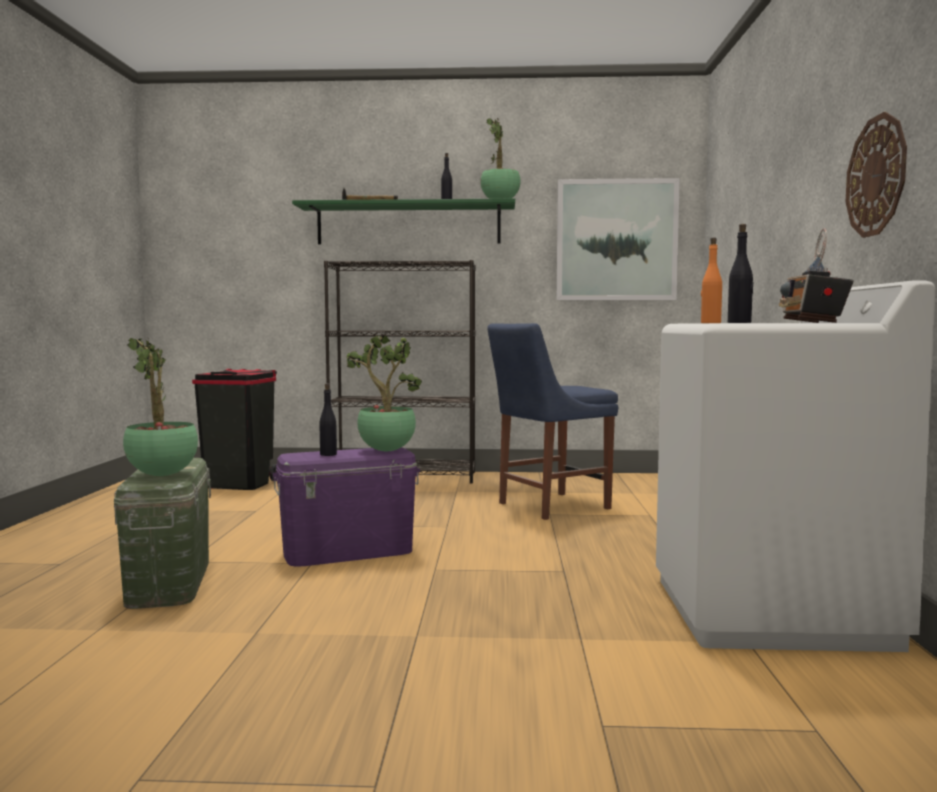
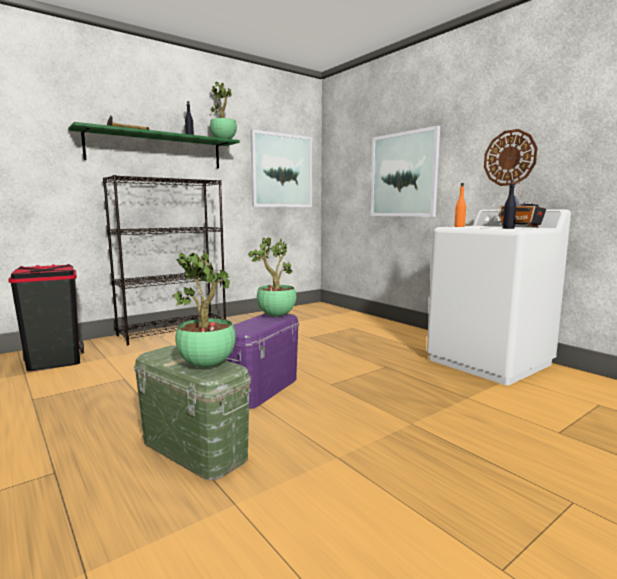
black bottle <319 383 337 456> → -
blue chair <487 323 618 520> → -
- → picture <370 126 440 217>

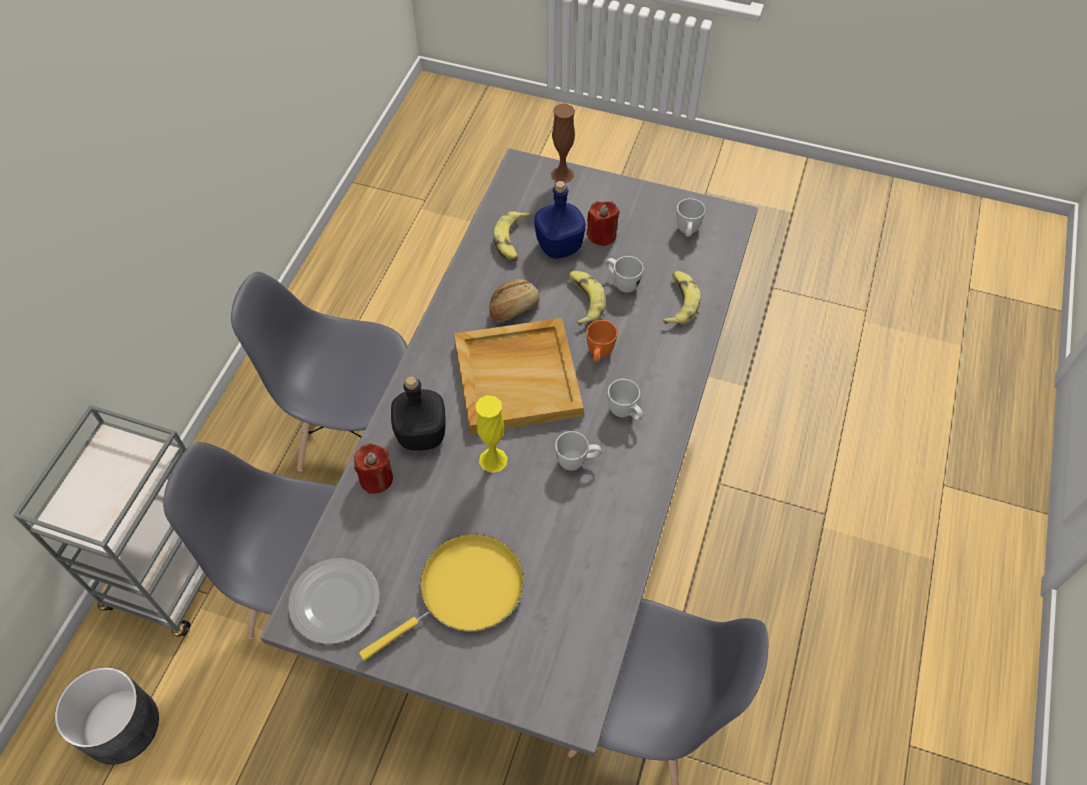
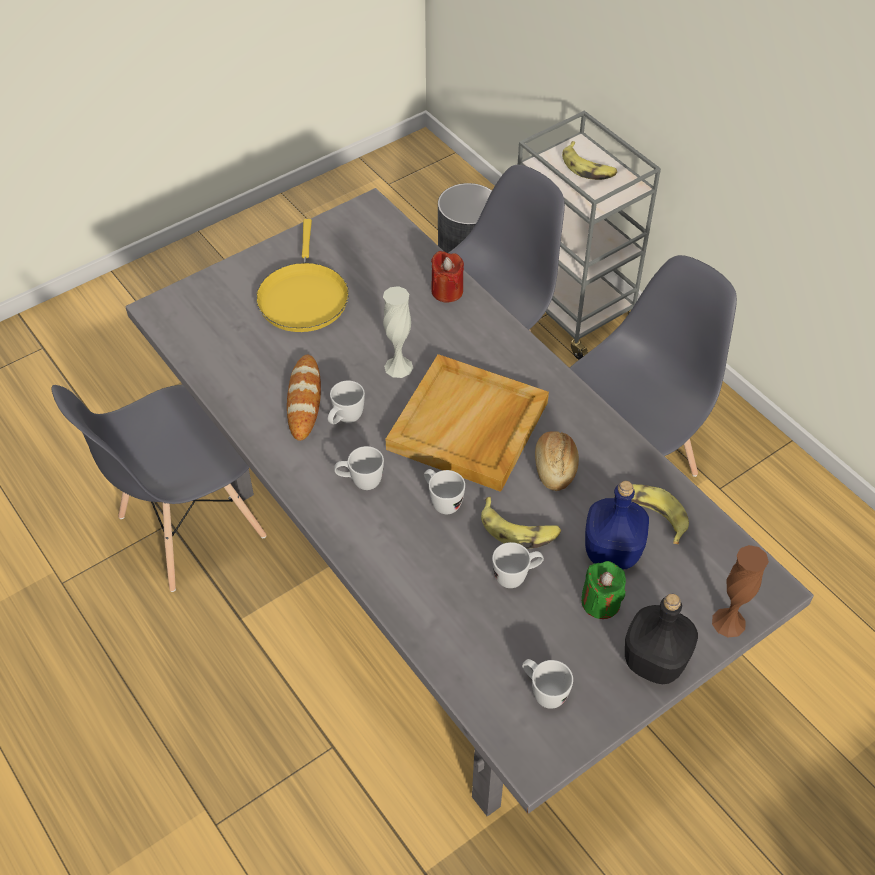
plate <288 558 380 644> → -
black bottle <391 376 446 451> → black bottle <625 594 698 684>, move
yellow vase <475 395 508 473> → white vase <383 286 413 378>
red candle <586 201 620 246> → green candle <581 561 626 619>
orange mug <586 320 617 362> → white mug <424 469 465 514>
banana <663 271 701 324> → banana <562 141 617 180>, move
- → bread <287 355 321 441>

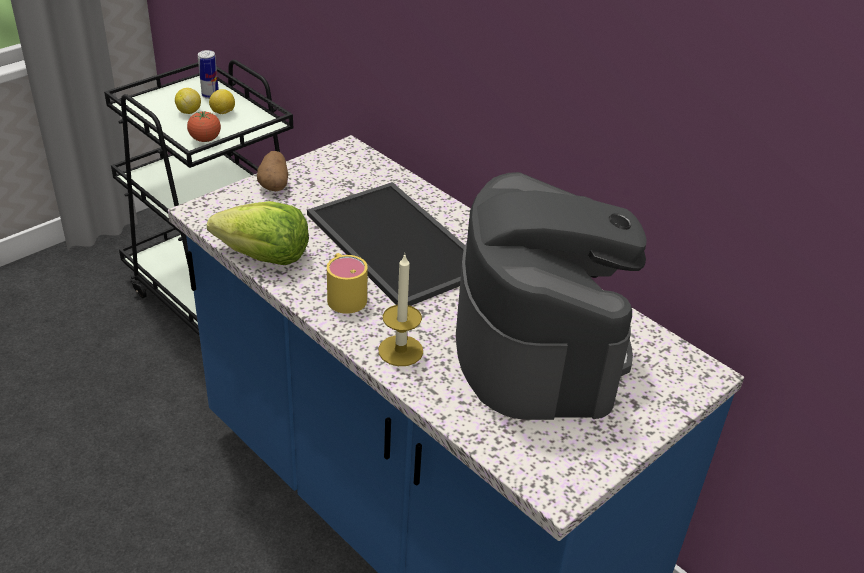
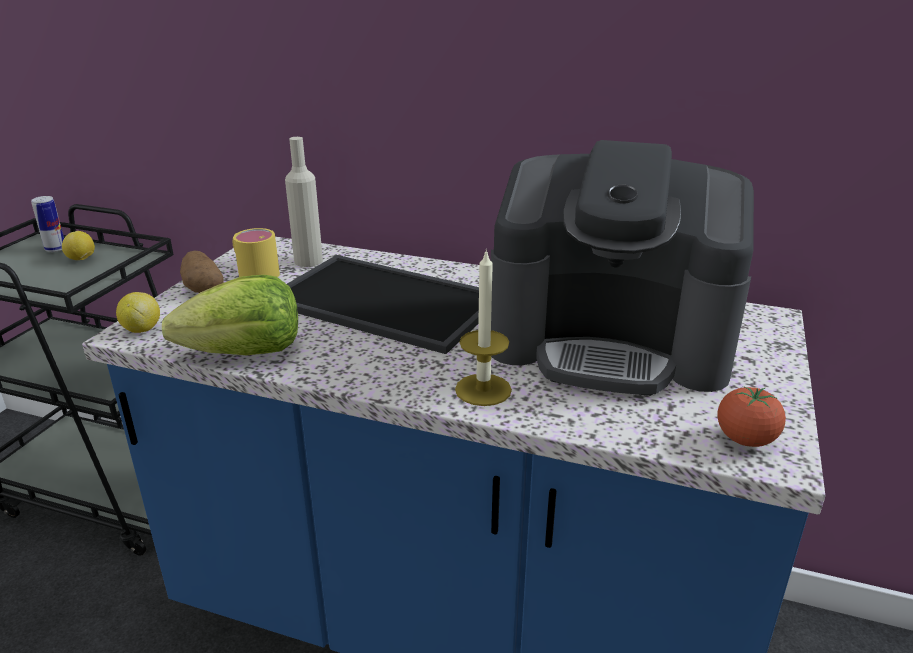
lemon <175 88 201 114> → lemon <116 292 160 333>, move
tomato <187 111 221 142> → tomato <717 386 786 447>, move
yellow mug <327 253 368 314> → yellow mug <232 228 280 277>, move
coffee machine <456 172 647 420> → coffee machine <491 140 754 396>, 135 degrees clockwise
- → beige bottle <285 137 323 267>

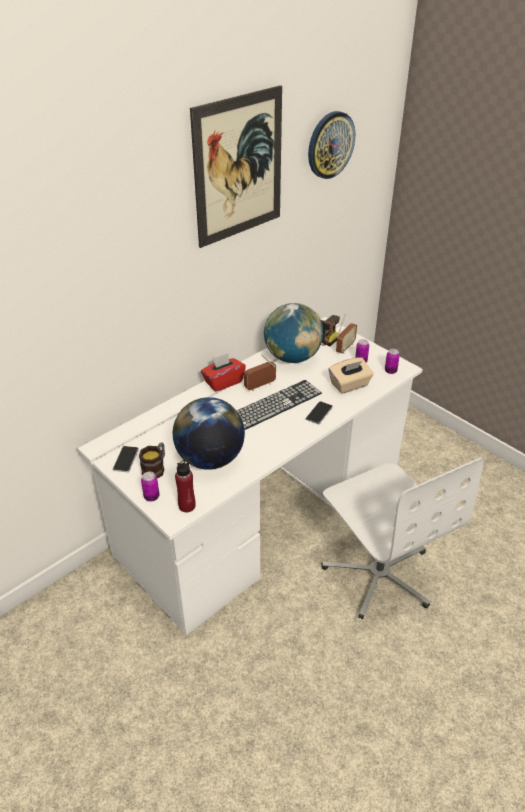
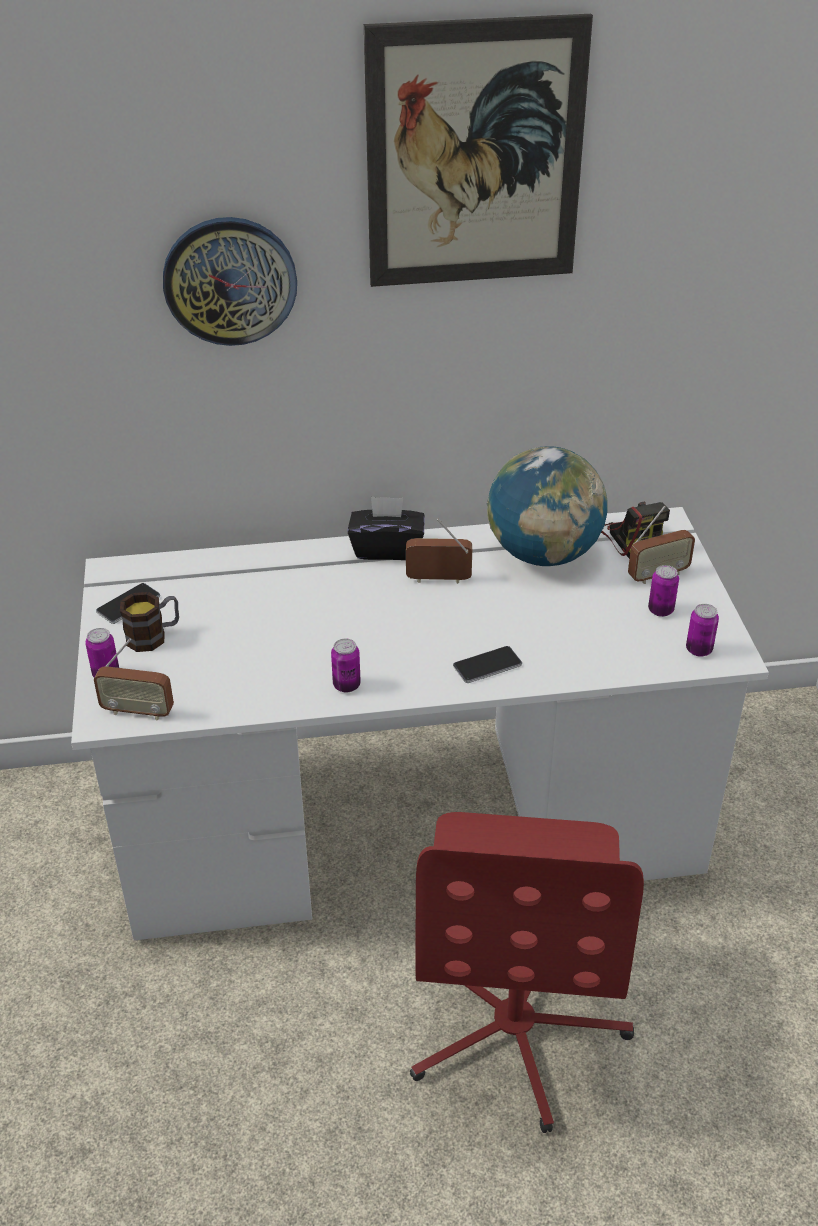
globe <173 397 245 470> → -
red bottle <175 457 196 512> → radio <94 638 174 720>
red tissue box <201 353 246 392> → black tissue box <348 496 425 560>
keyboard <237 380 322 430> → -
wall clock <308 111 355 179> → wall clock <163 217 297 346>, move
white office chair <322 457 484 619> → red office chair <410 812 644 1133>
beige tissue box <328 357 374 394> → -
- → can <331 639 361 693>

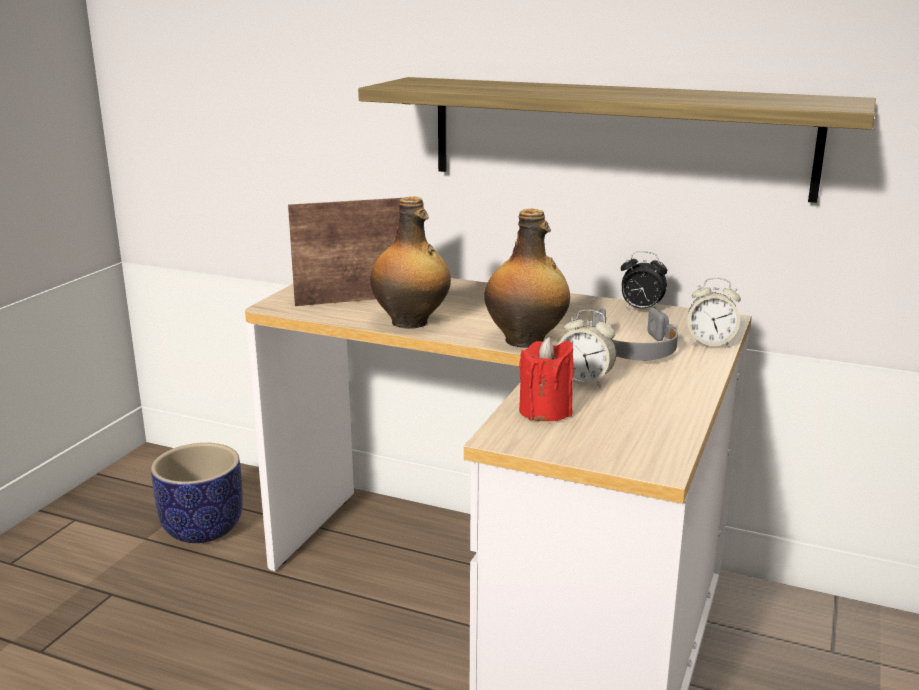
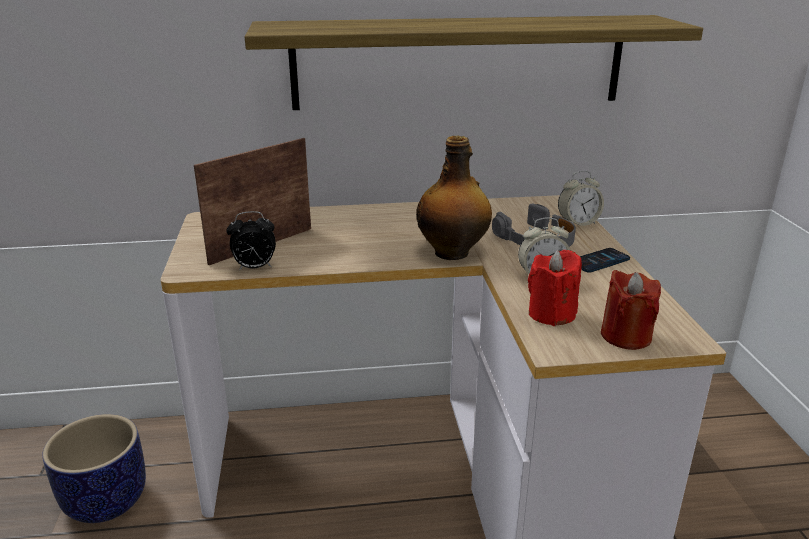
bottle <370 196 451 329> → -
alarm clock <621 251 667 309> → alarm clock <226 211 276 271>, move
- → phone <580 248 630 273>
- → red candle <601 270 661 350>

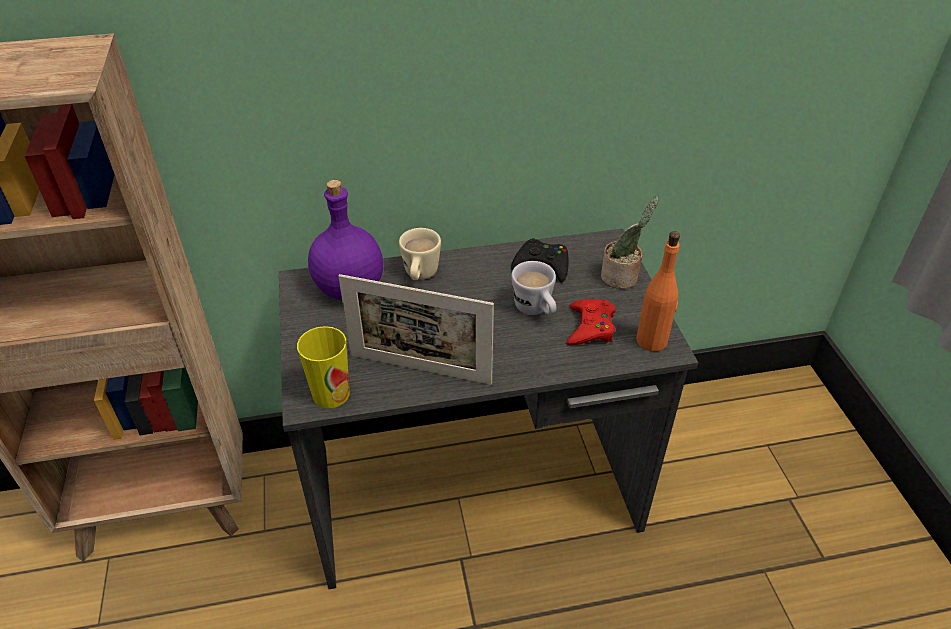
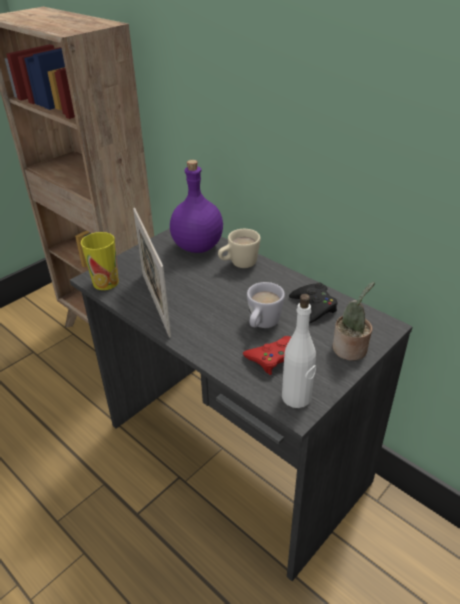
orange bottle <636 231 680 351> → white bottle <282 294 316 408>

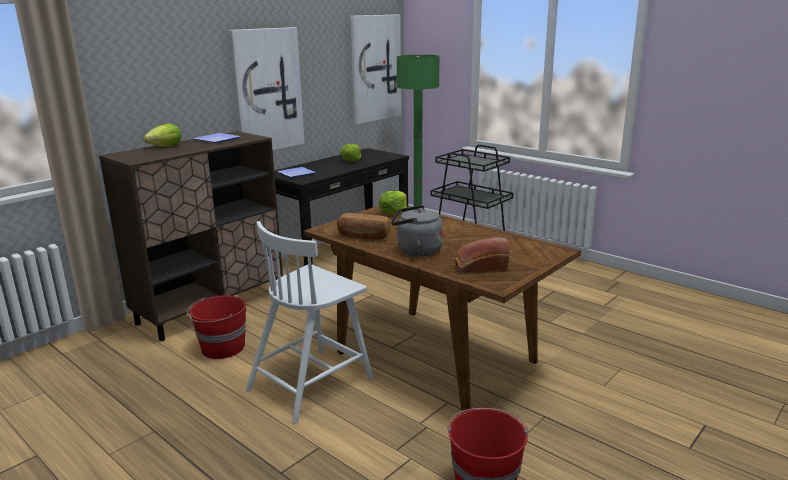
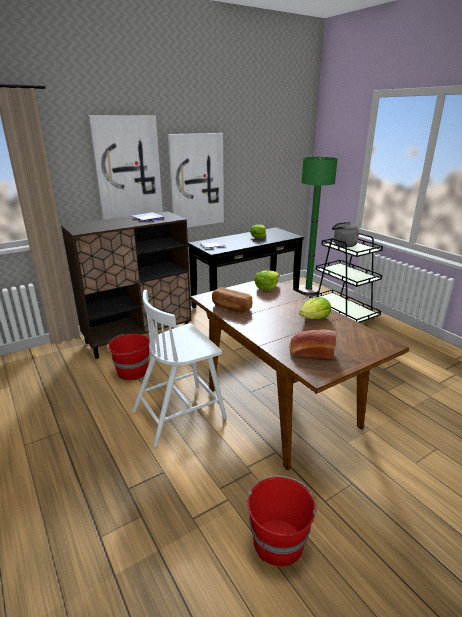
lettuce <143 124 181 146> → lettuce <299 297 331 319>, move
picture <350 14 401 124> → picture <89 115 163 220>, move
grey kettle <391 205 443 256> → grey kettle <332 222 359 247>, move

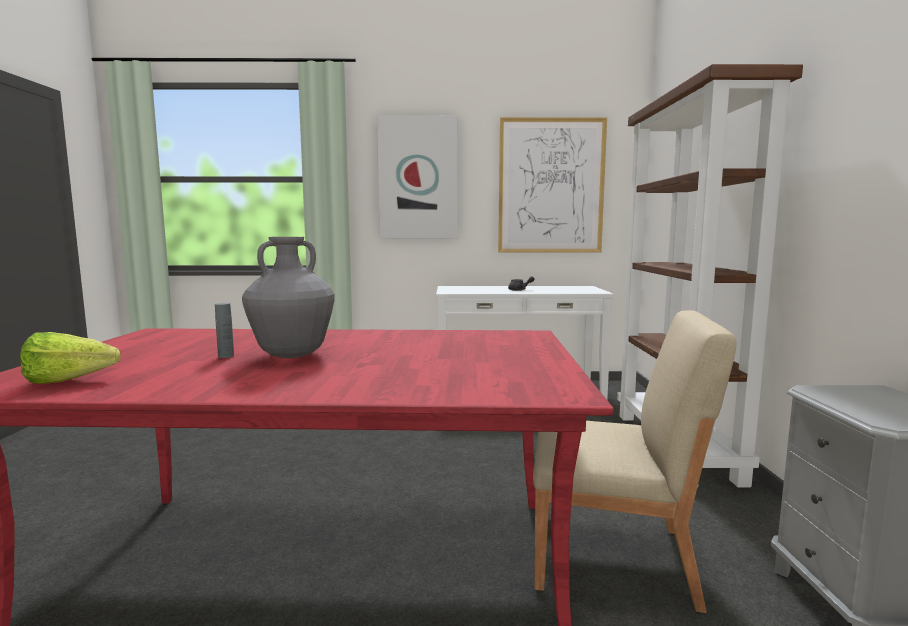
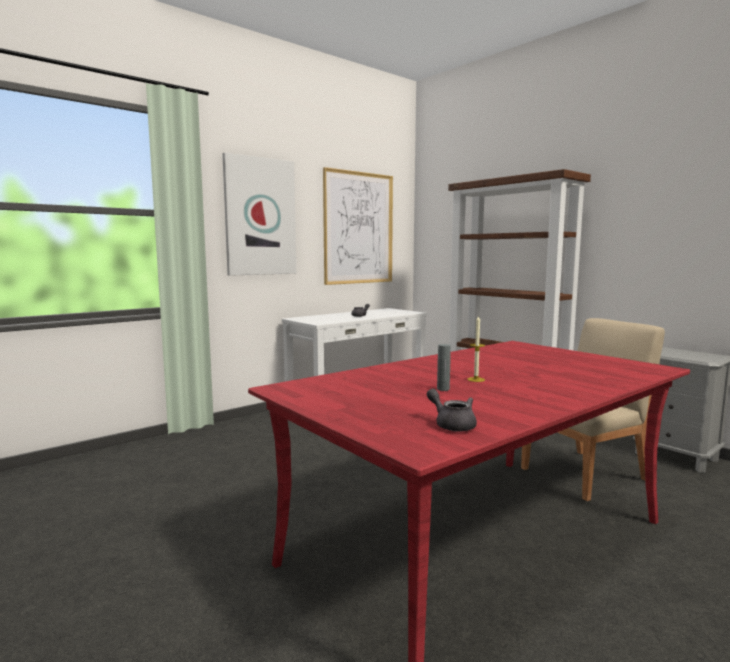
lettuce <20 332 121 384> → grey teapot <427 389 477 432>
grey vase <242 237 335 358> → candle <467 315 485 382>

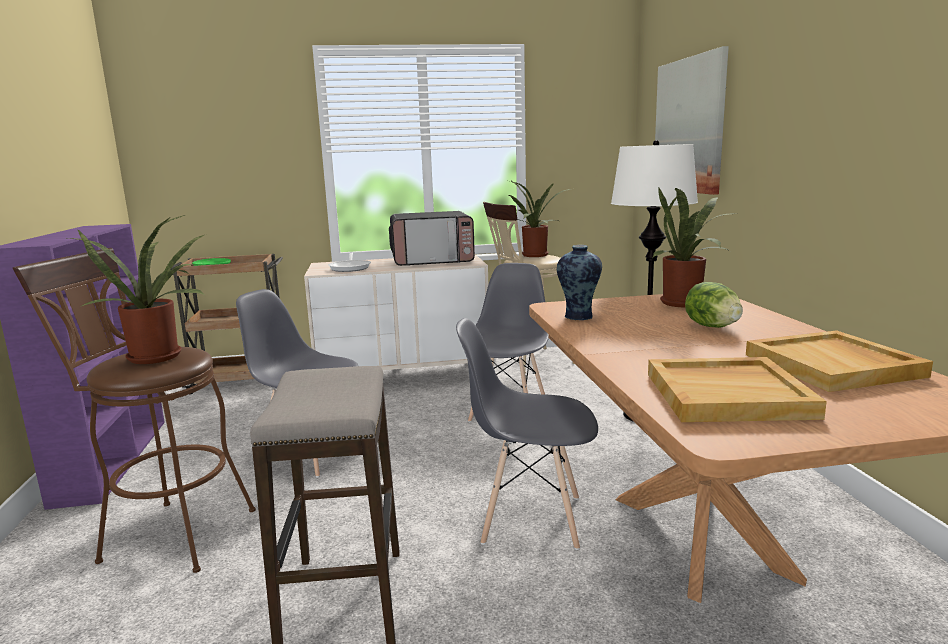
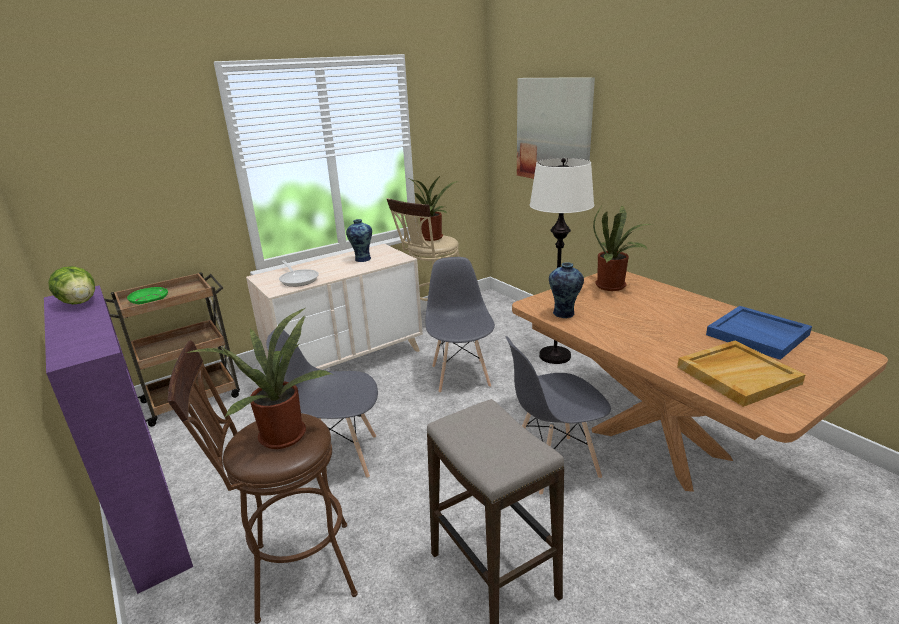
microwave <389 211 475 266> → vase <346 219 372 262>
lettuce <685 282 743 328> → lettuce <48 266 95 304>, move
beige tray <746 330 933 392> → blue tray <706 306 812 360>

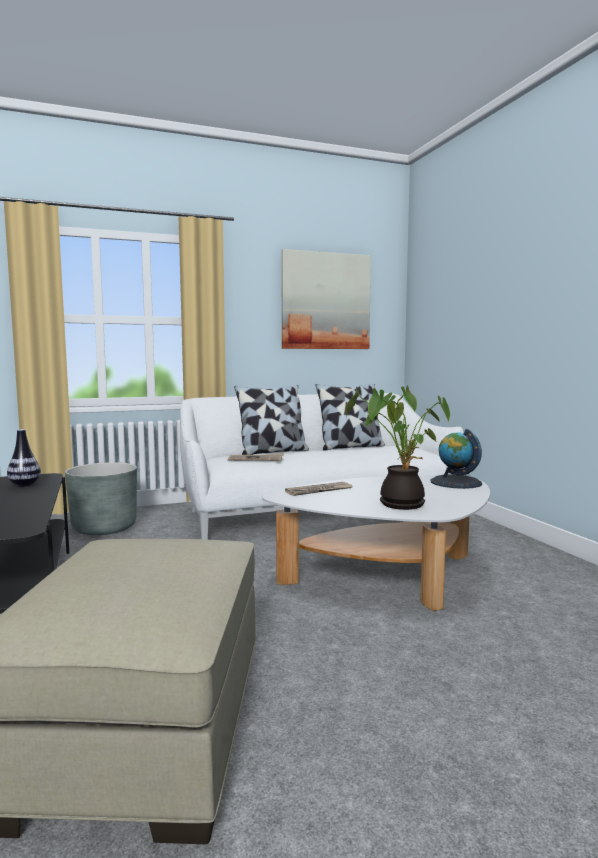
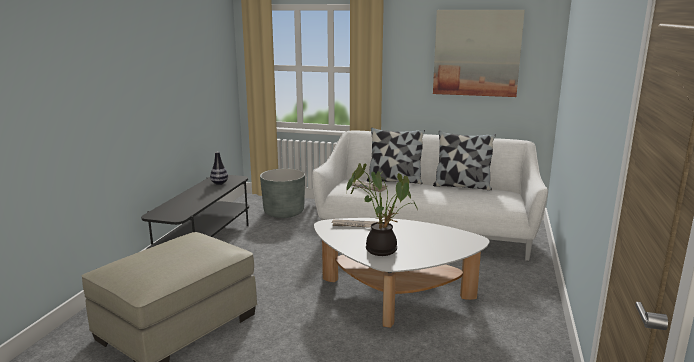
globe <431 429 482 489> → -

